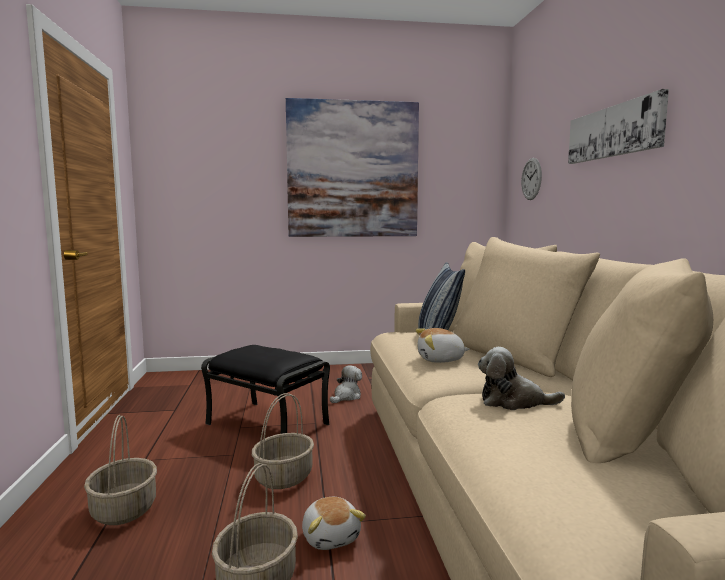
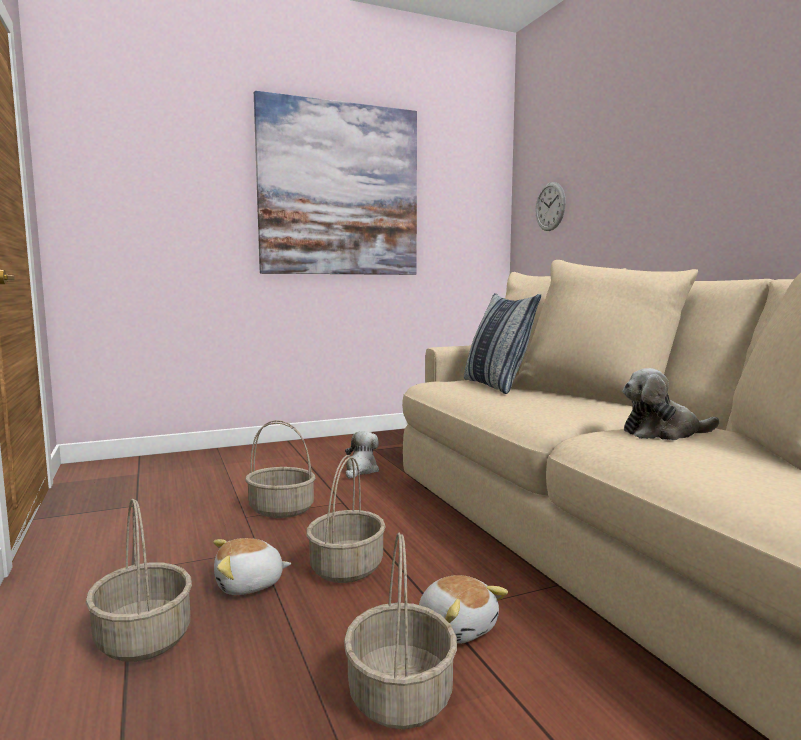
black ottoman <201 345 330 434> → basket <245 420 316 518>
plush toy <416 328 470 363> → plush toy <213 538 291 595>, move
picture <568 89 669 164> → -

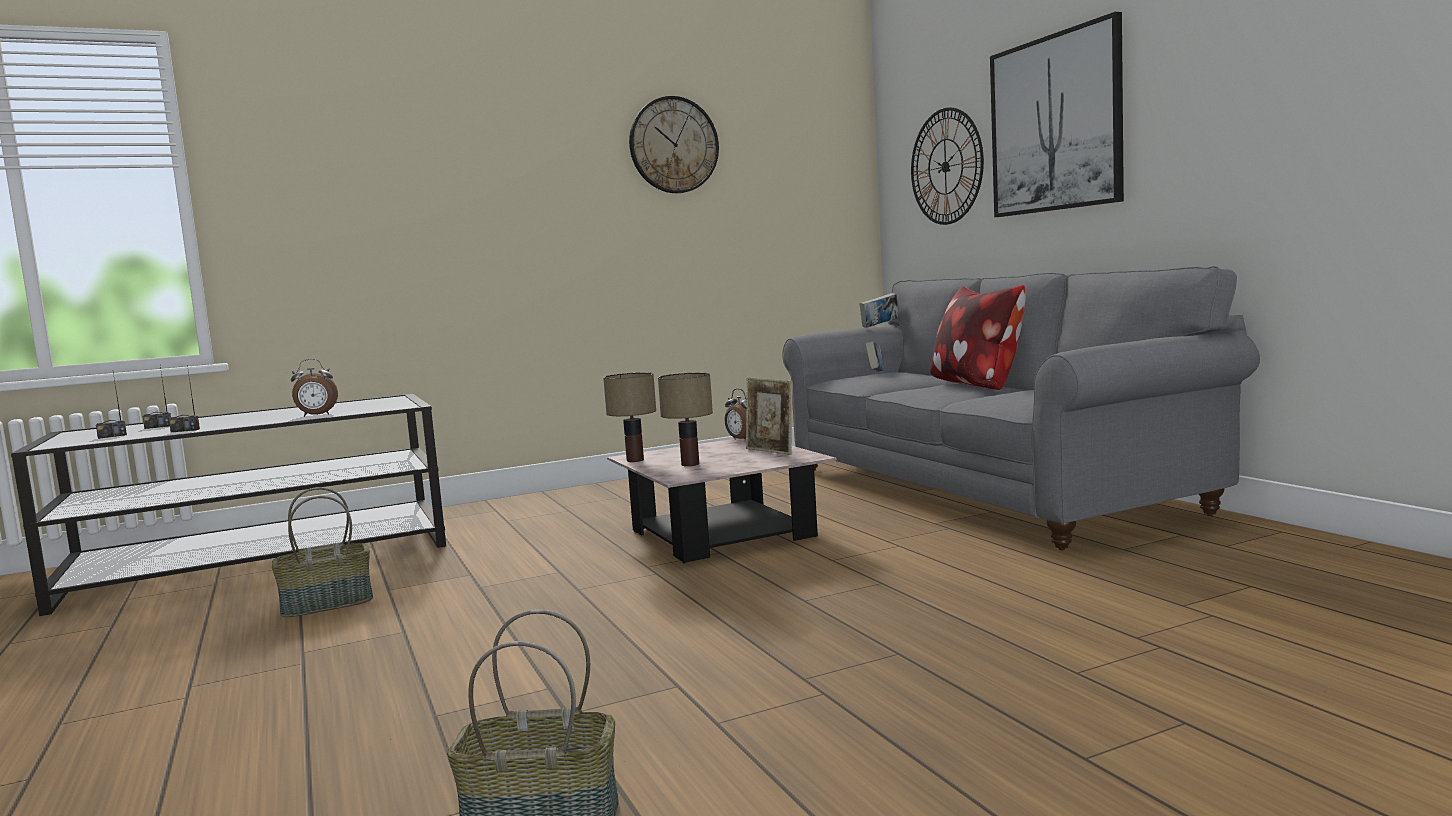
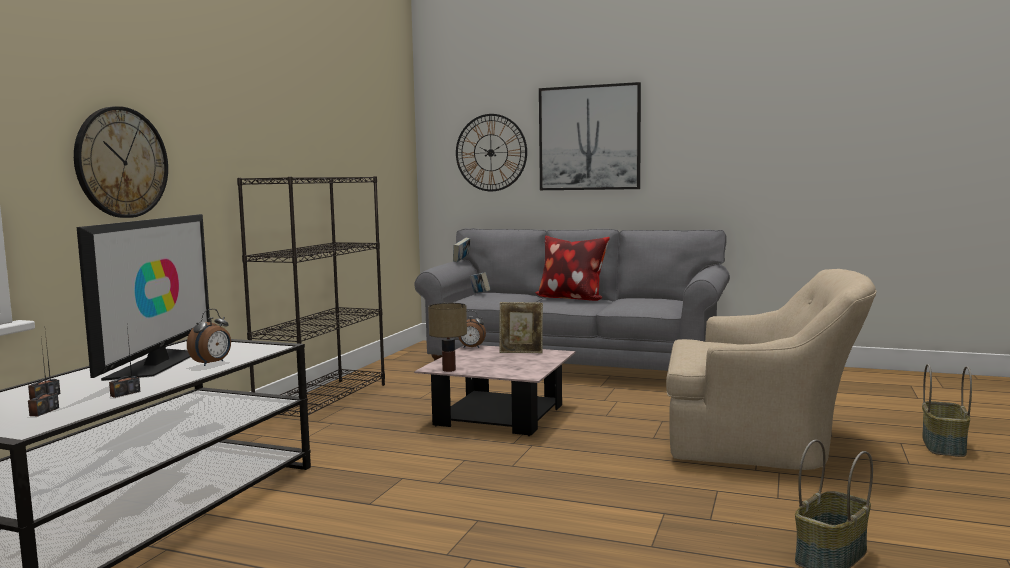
basket <272 487 373 617> → basket <922 364 972 457>, move
wall clock <629 96 719 193> → wall clock <74 106 168 218>, move
table lamp <658 373 713 466> → -
- → television <77 214 210 381>
- → black bookcase <237 176 385 417>
- → beige armchair <666 269 876 470>

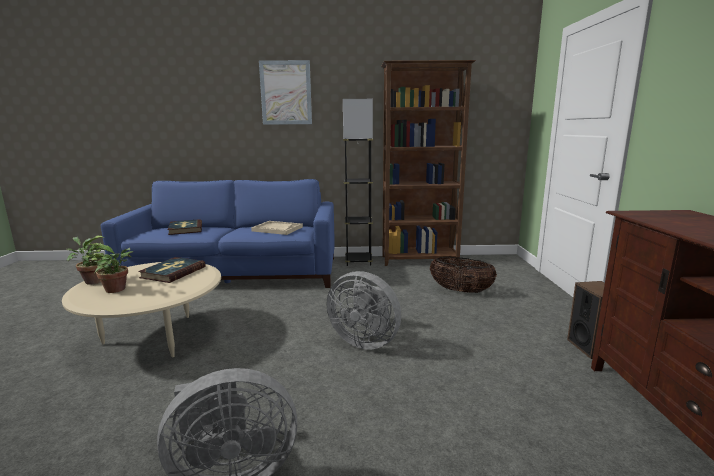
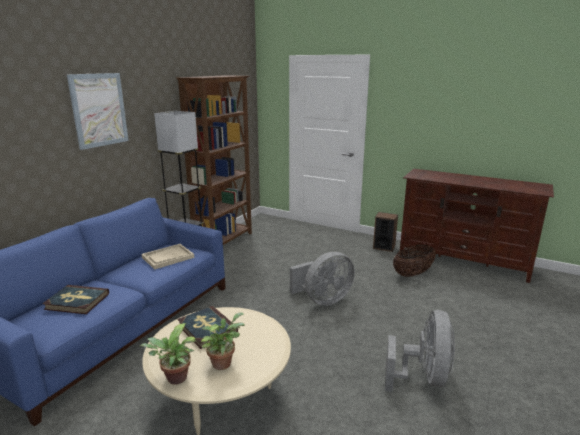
basket <430 257 497 293> → basket <393 245 436 277>, move

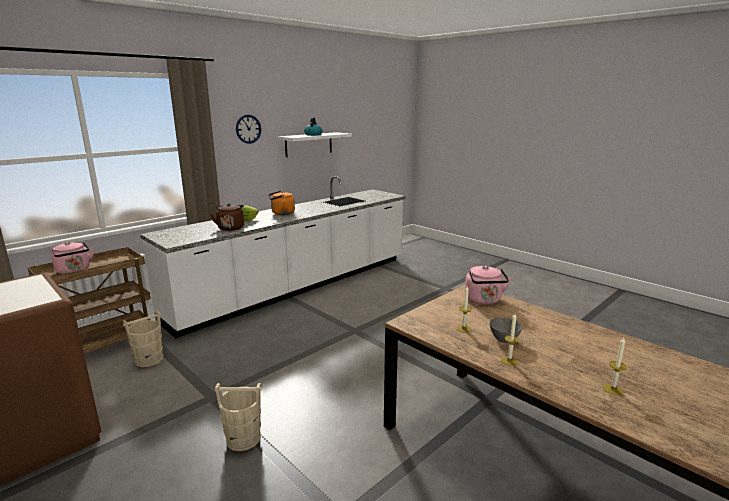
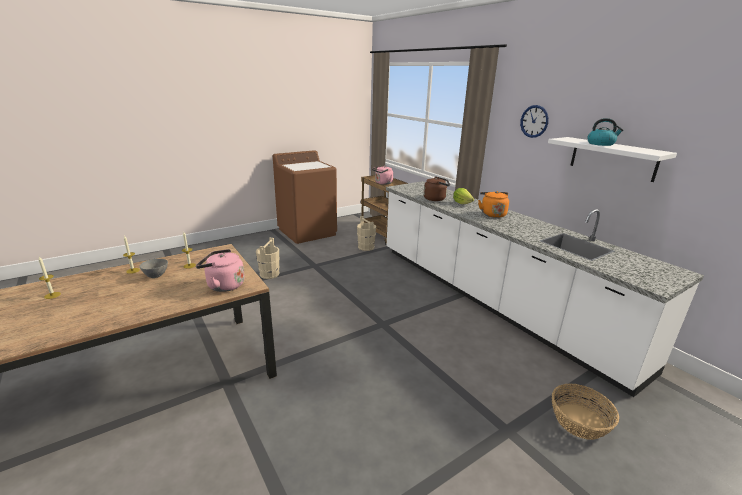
- → basket <552 384 619 440>

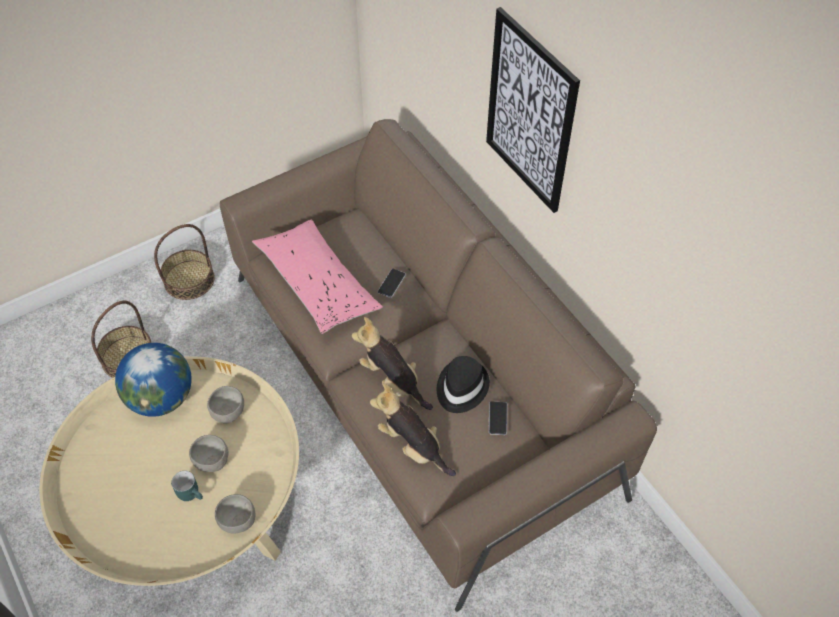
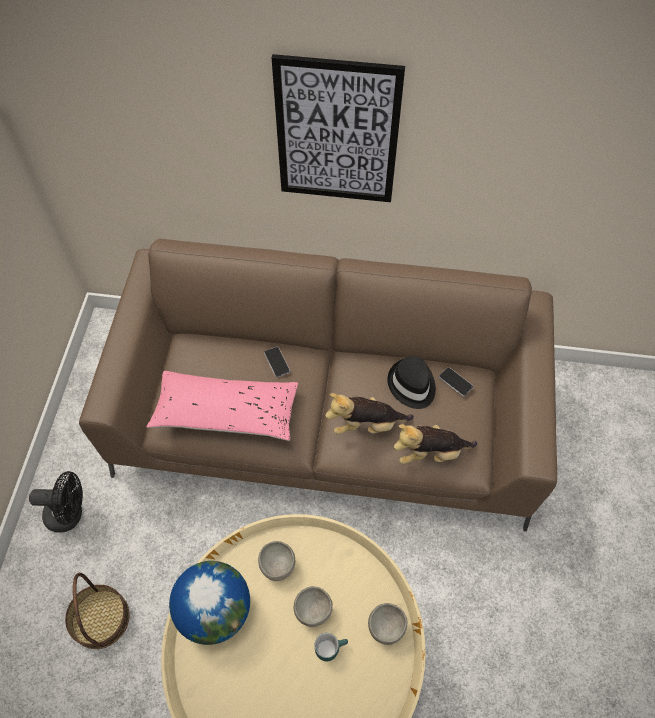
basket <154 224 215 300> → black fan <29 471 83 533>

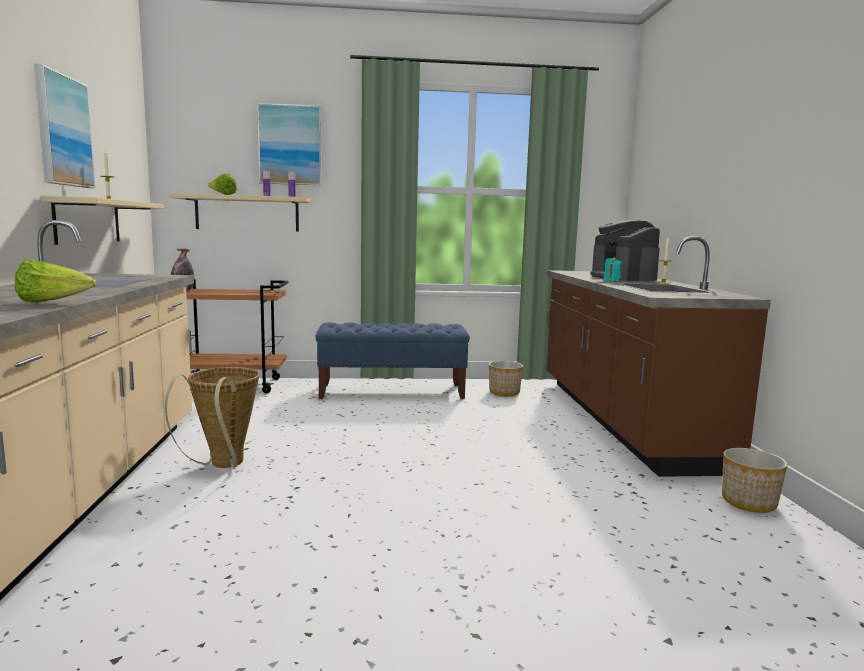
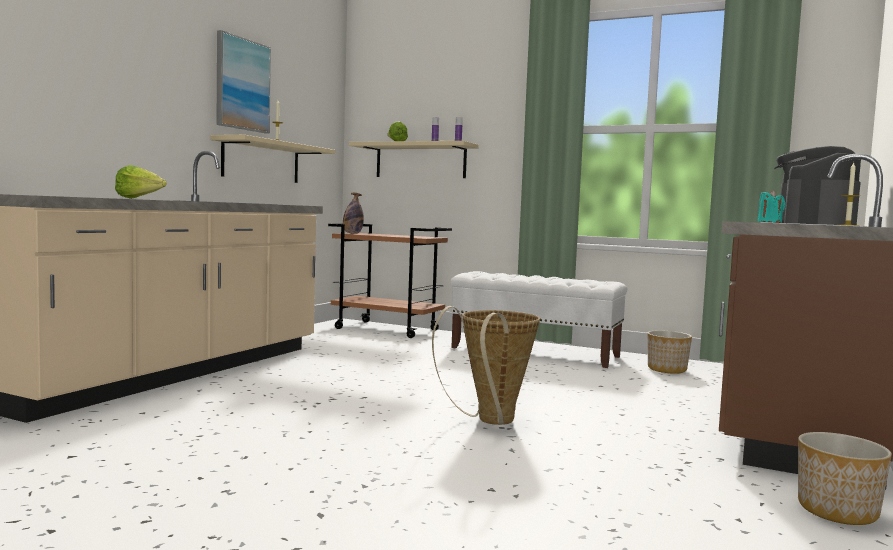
basket <165 367 259 468> → basket <432 306 540 425>, move
picture <257 103 322 185> → -
blue bench <315 322 470 399> → white bench <451 271 627 368>

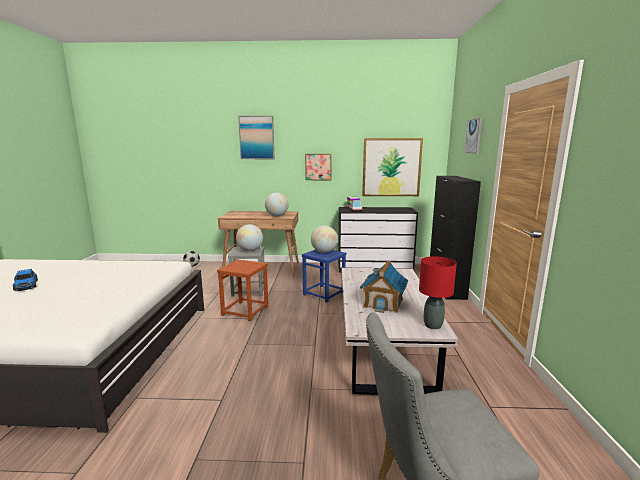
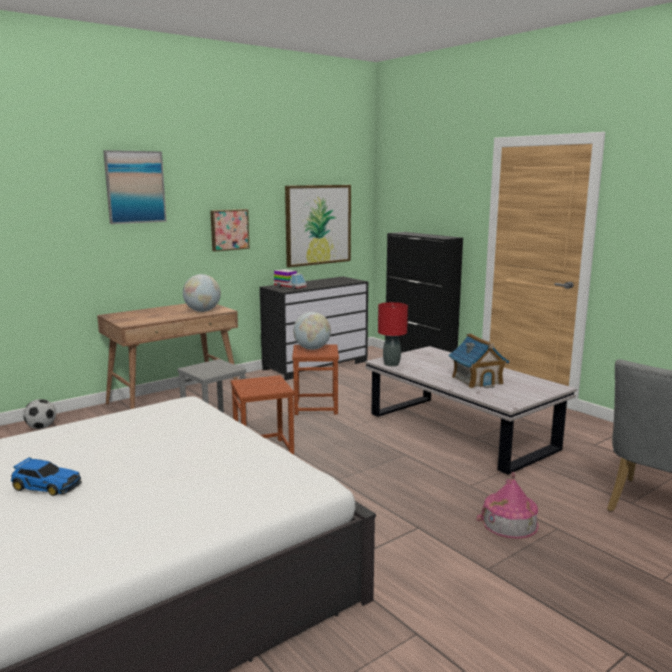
globe <236 224 263 251> → -
blue stool <302 249 347 302> → brown stool <292 344 339 415>
red table lamp <419 256 457 329> → red table lamp <378 302 408 366>, move
picture <464 118 482 154> → -
- → toy house <476 472 539 539>

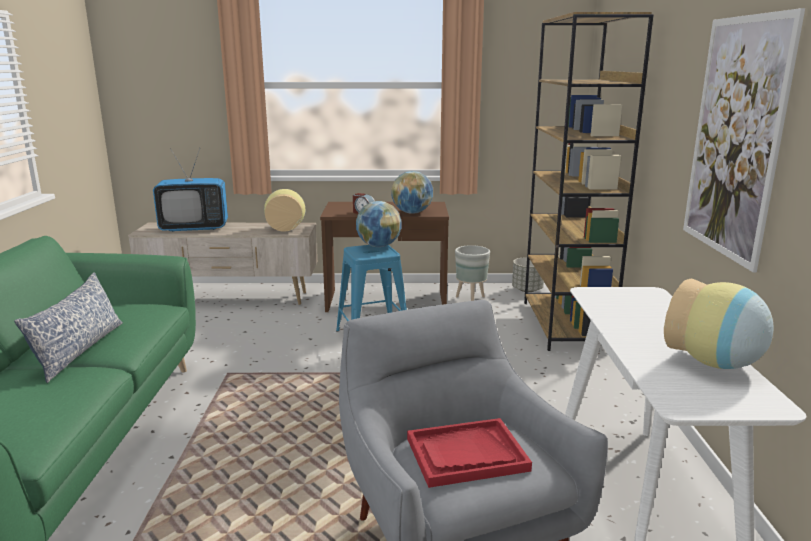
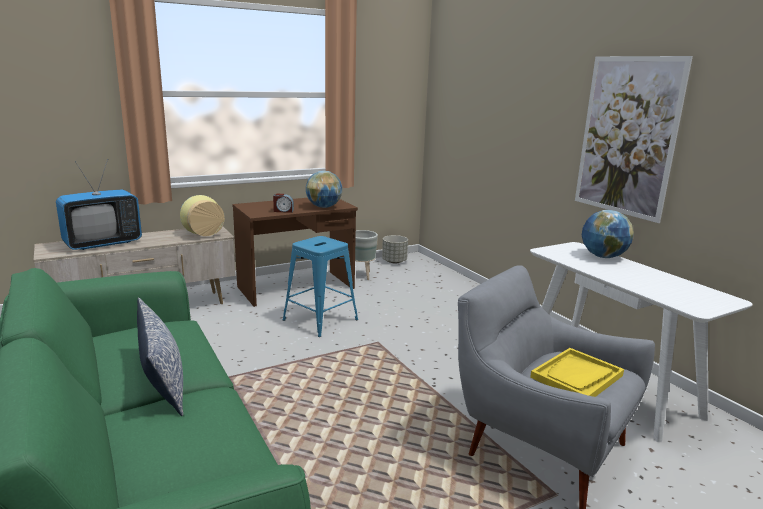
globe <356 201 401 247> → globe <582 210 634 258>, move
red tray <407 418 532 488> → yellow tray <530 348 624 397>
brown bookcase <524 12 653 351> → -
vase <664 278 773 369> → -

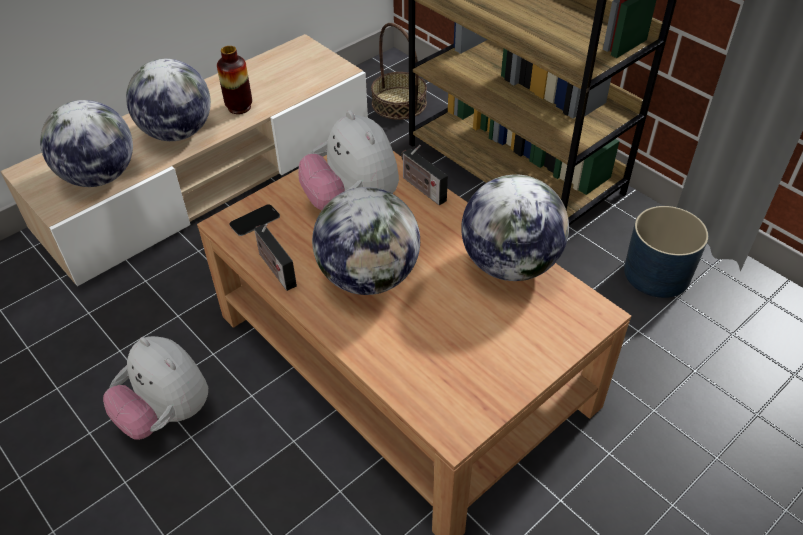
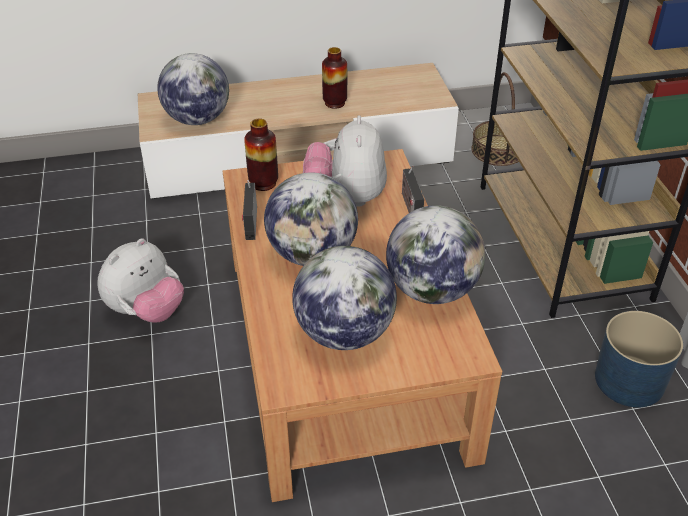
plush toy <103 336 208 440> → plush toy <97 238 184 323>, 120 degrees counterclockwise
globe <126 59 211 141> → globe <292 246 397 350>, move
phone <229 204 280 236> → vase <244 119 278 191>

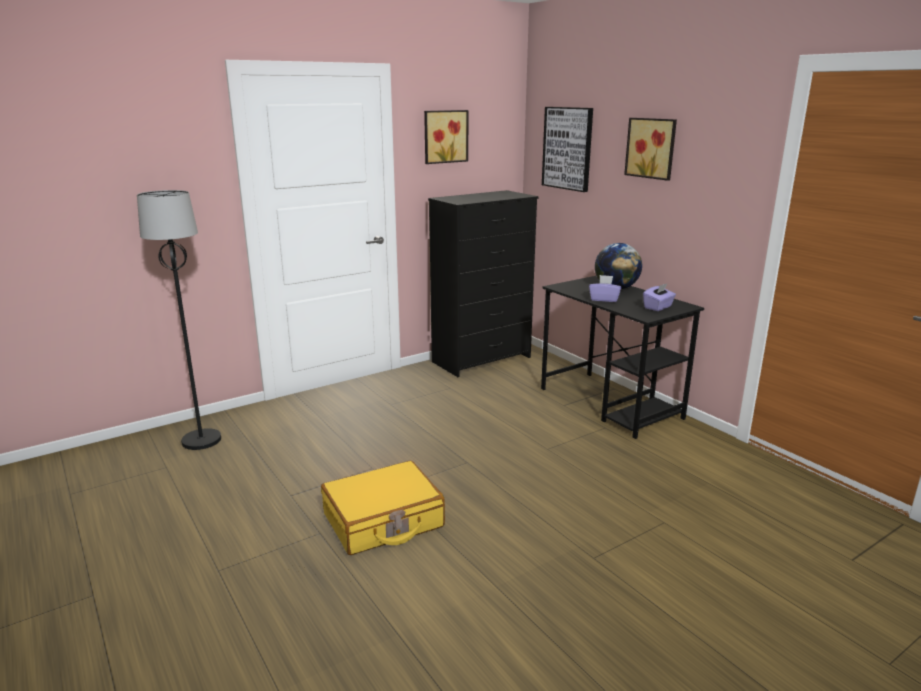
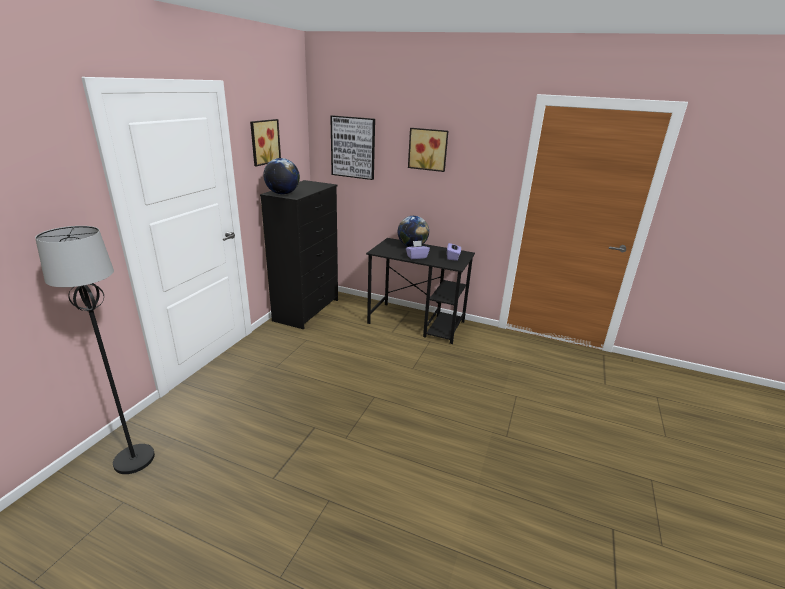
yellow suitcase <321 461 445 555> → -
- → globe <263 158 300 194>

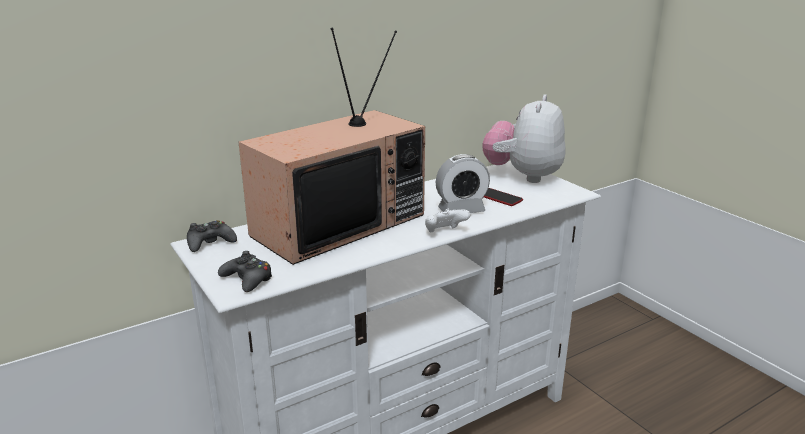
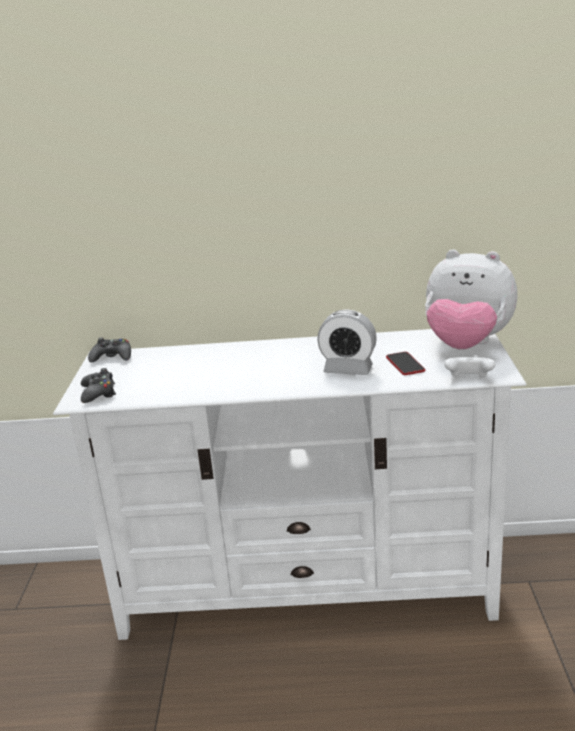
television <239 28 425 265> → -
white game controller <425 209 470 232> → white game controller <445 355 495 377>, move
plush toy <483 94 565 183> → plush toy <425 249 517 349>, 120 degrees counterclockwise

